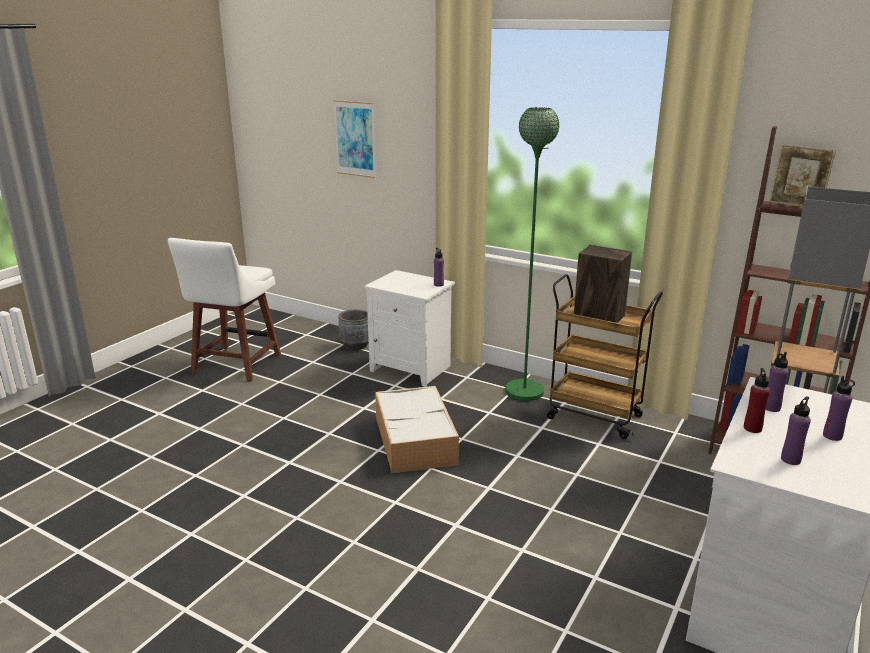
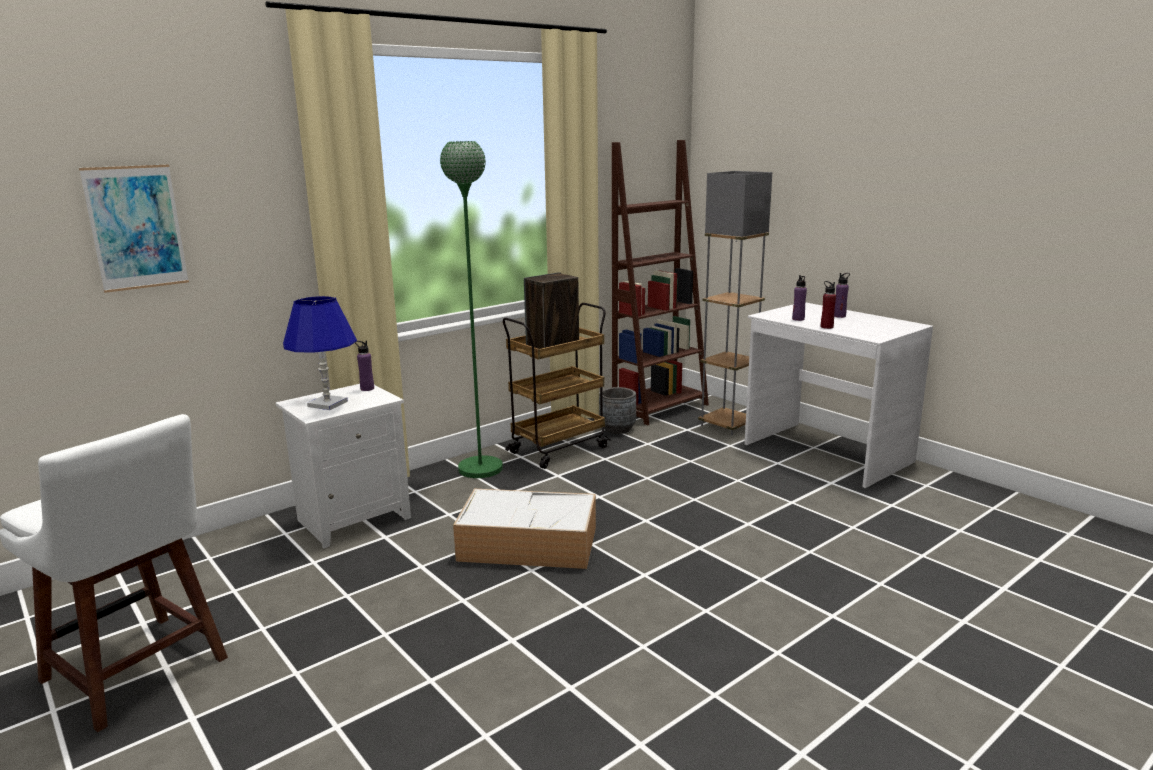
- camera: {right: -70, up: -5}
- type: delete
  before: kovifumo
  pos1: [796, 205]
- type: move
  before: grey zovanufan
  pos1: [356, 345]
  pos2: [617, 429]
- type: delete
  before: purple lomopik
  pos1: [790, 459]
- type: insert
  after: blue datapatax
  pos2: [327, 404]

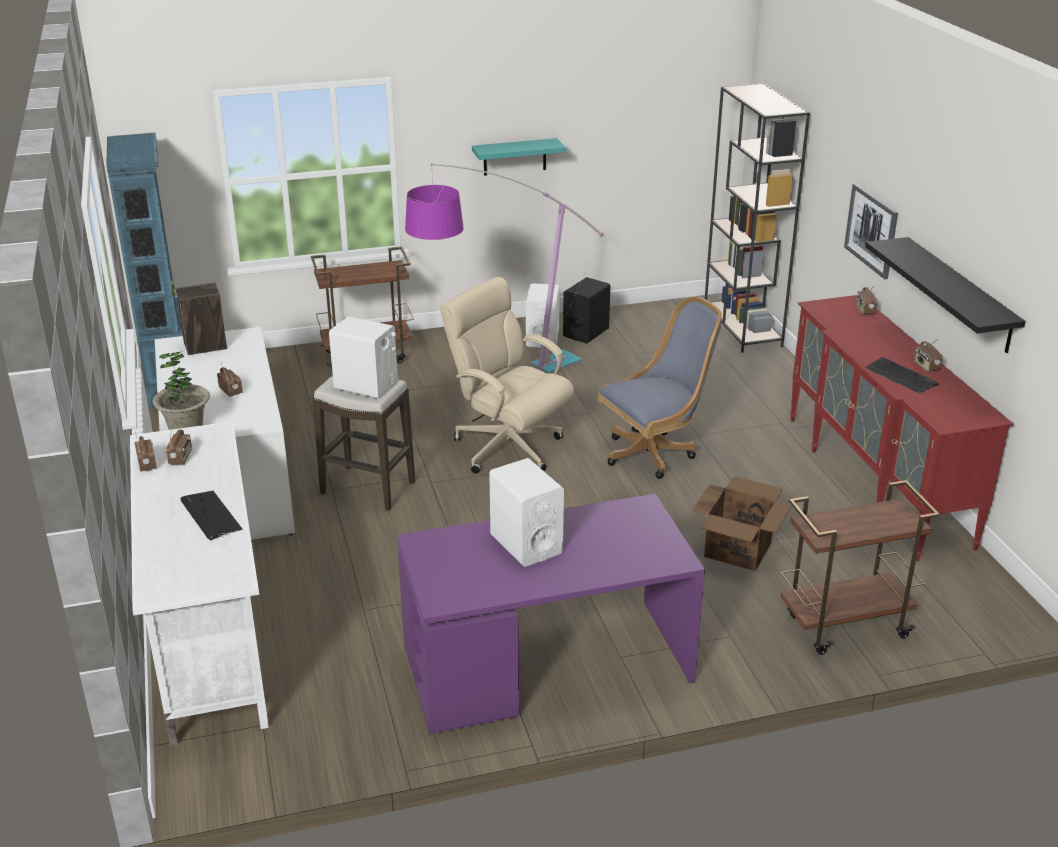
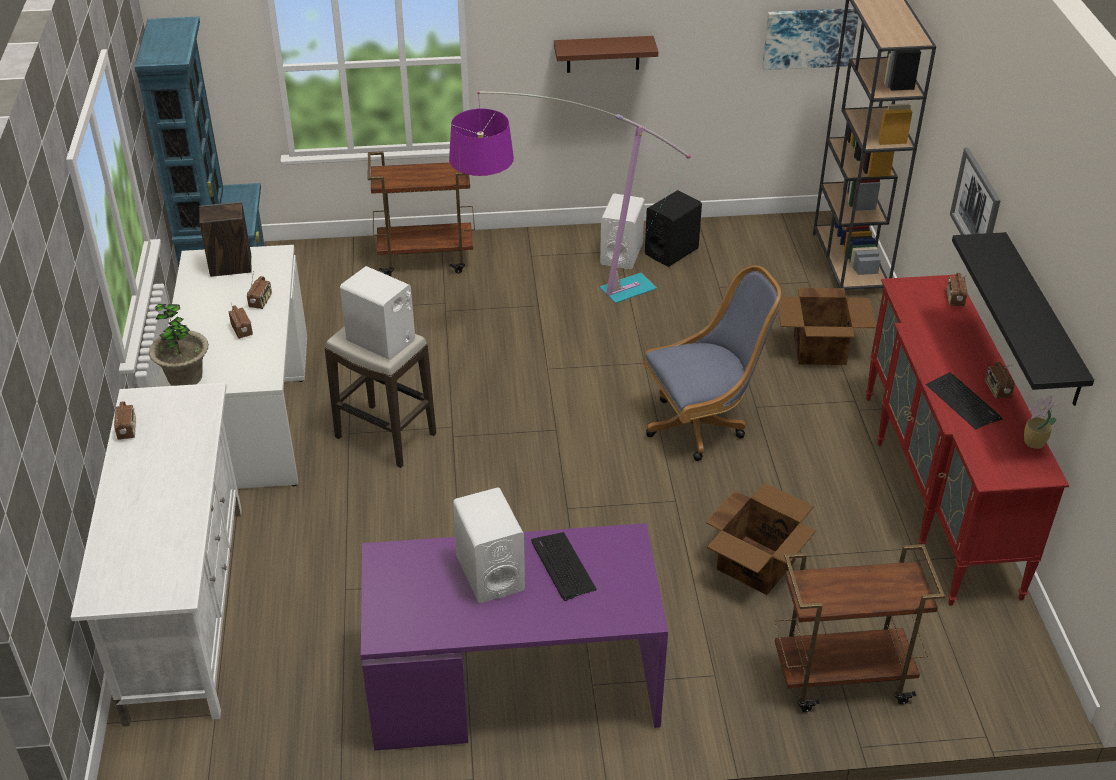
- camera: {right: 10, up: 10}
- type: recolor
  before: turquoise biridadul
  after: brown biridadul
  pos1: [514, 157]
  pos2: [603, 54]
- type: delete
  before: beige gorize
  pos1: [508, 448]
- type: move
  before: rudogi
  pos1: [181, 458]
  pos2: [261, 302]
- type: move
  before: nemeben
  pos1: [210, 515]
  pos2: [562, 566]
- type: insert
  after: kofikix
  pos2: [809, 37]
- type: insert
  after: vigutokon
  pos2: [820, 349]
- type: insert
  after: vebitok
  pos2: [1033, 443]

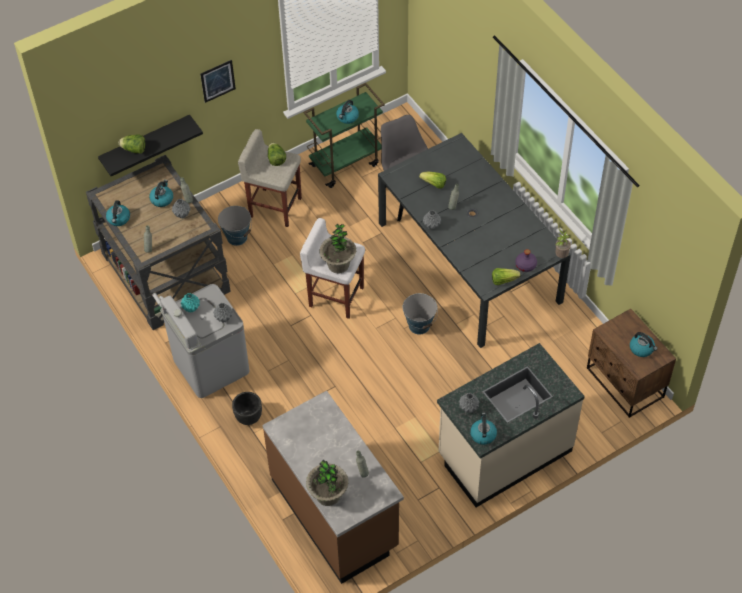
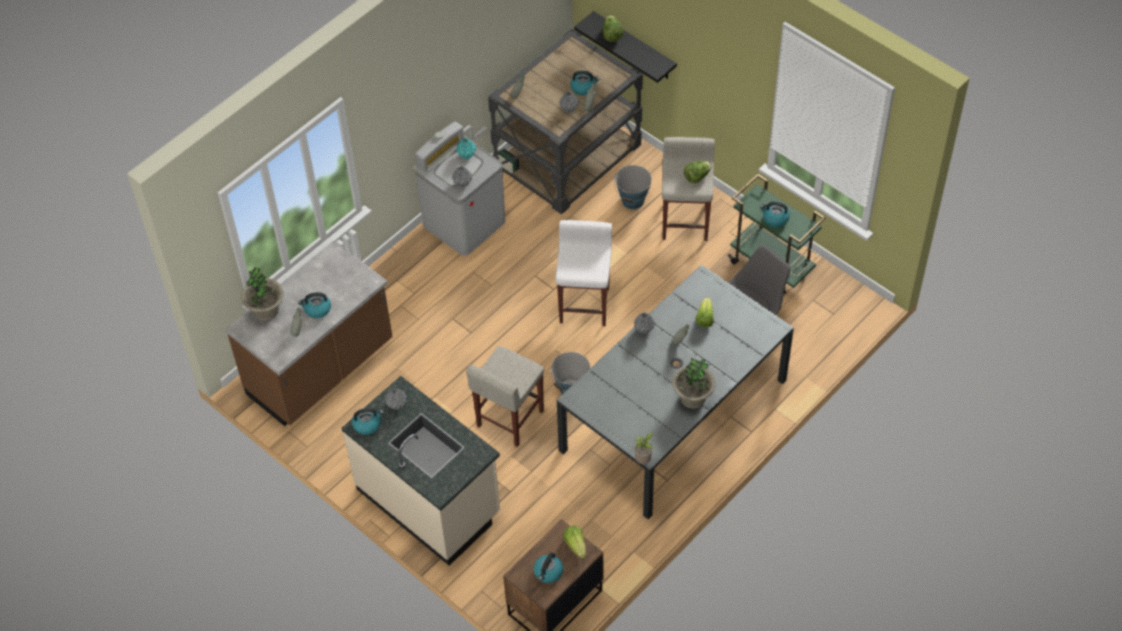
- camera: {right: 75, up: 0}
- type: delete
  before: kofikix
  pos1: [217, 81]
- type: move
  before: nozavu
  pos1: [119, 219]
  pos2: [317, 309]
- type: move
  before: vebitok
  pos1: [338, 265]
  pos2: [692, 398]
- type: delete
  before: purple lomopik
  pos1: [525, 265]
- type: move
  before: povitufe
  pos1: [503, 280]
  pos2: [575, 545]
- type: delete
  before: black zovanufan
  pos1: [248, 418]
- type: insert
  after: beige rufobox
  pos2: [509, 419]

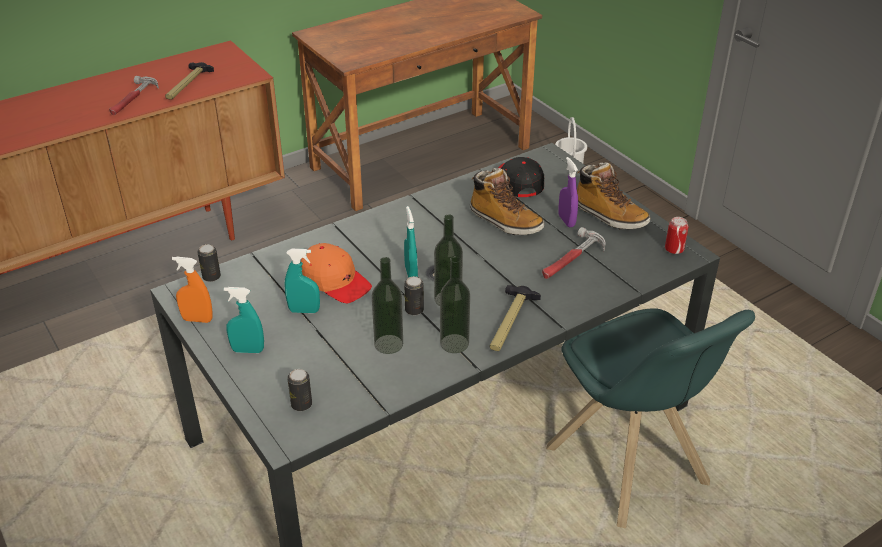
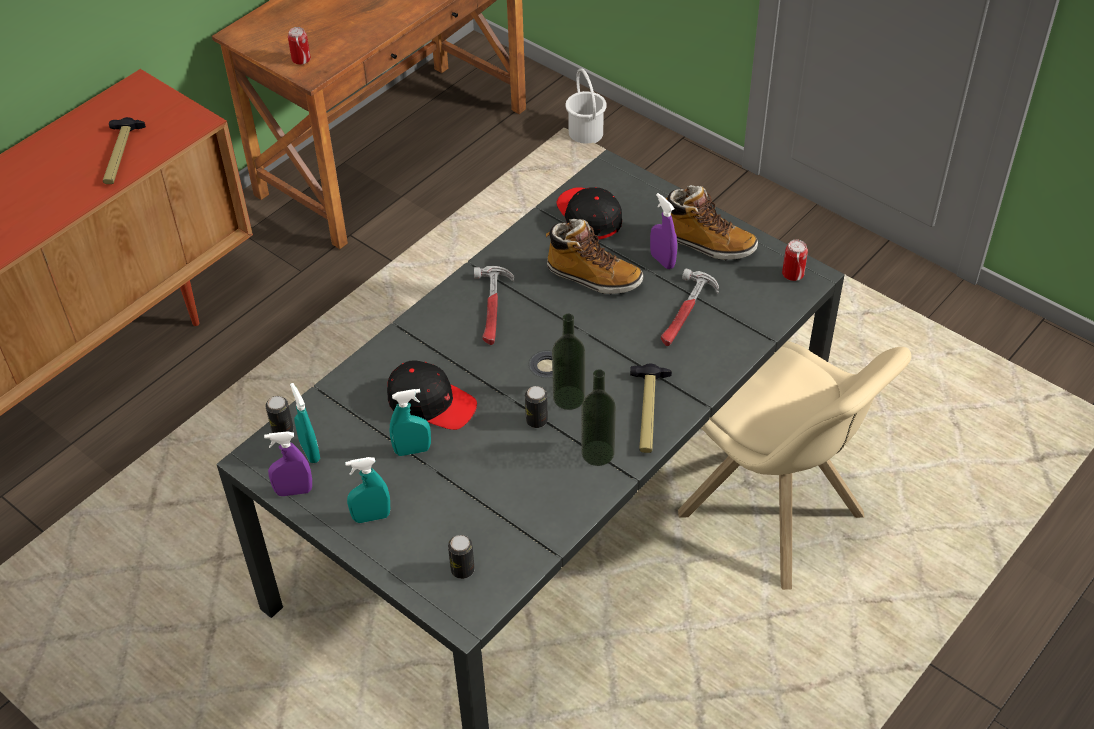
- camera: {right: -15, up: 10}
- type: move
  before: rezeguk
  pos1: [133, 99]
  pos2: [493, 308]
- type: move
  before: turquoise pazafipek
  pos1: [411, 273]
  pos2: [310, 452]
- type: recolor
  before: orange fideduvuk
  after: black fideduvuk
  pos1: [335, 281]
  pos2: [431, 403]
- type: recolor
  before: orange pazafipek
  after: purple pazafipek
  pos1: [197, 319]
  pos2: [294, 491]
- type: delete
  before: lomopik
  pos1: [388, 344]
- type: recolor
  before: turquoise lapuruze
  after: beige lapuruze
  pos1: [628, 465]
  pos2: [773, 515]
- type: insert
  after: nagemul
  pos2: [301, 60]

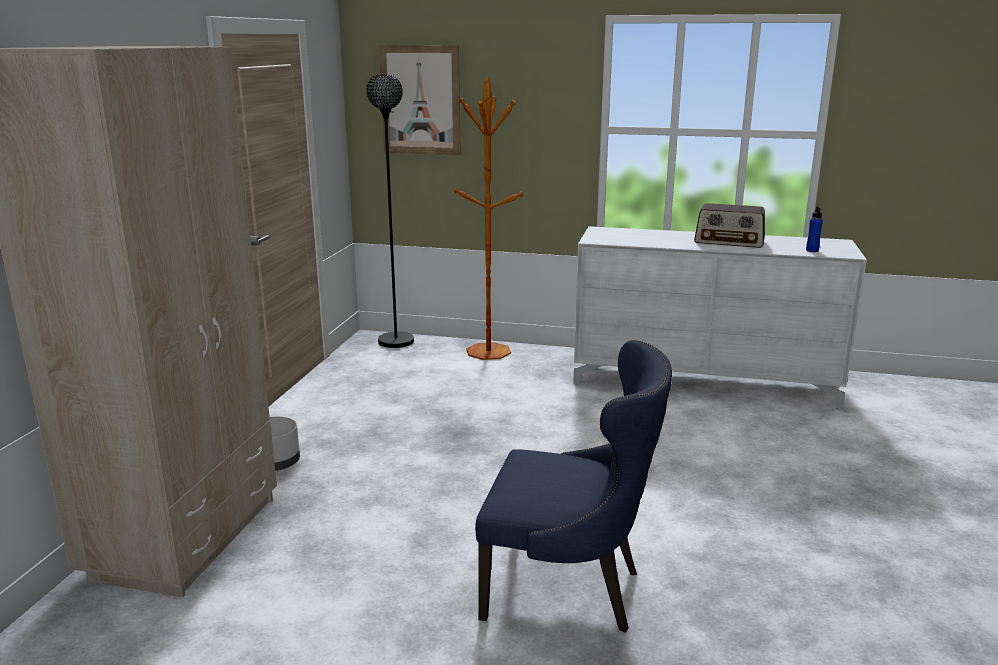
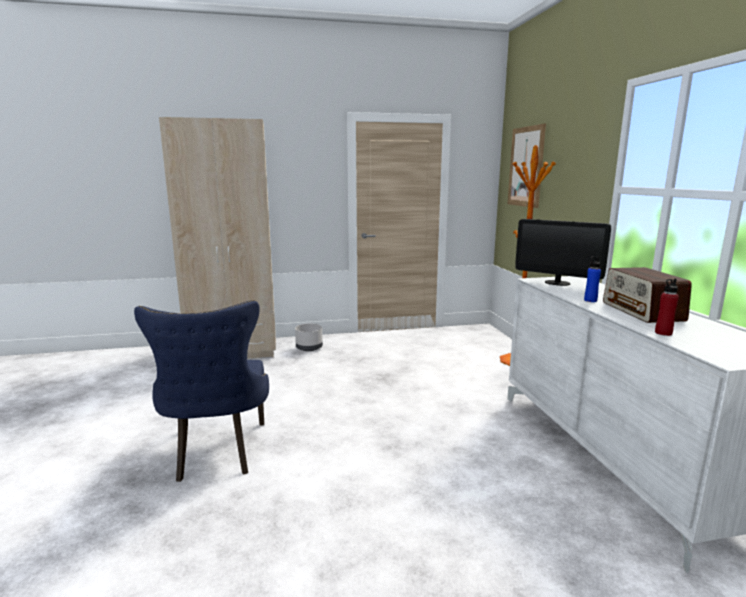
- camera: {right: 65, up: -5}
- type: delete
  before: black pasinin
  pos1: [396, 341]
- type: move
  before: blue lomopik
  pos1: [812, 250]
  pos2: [590, 300]
- type: insert
  after: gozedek
  pos2: [557, 283]
- type: insert
  after: red lomopik
  pos2: [663, 333]

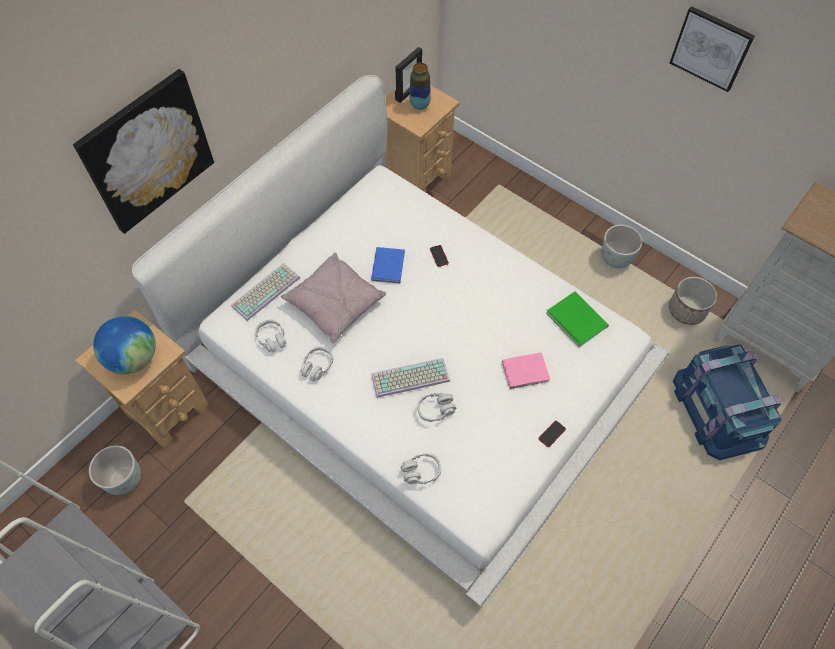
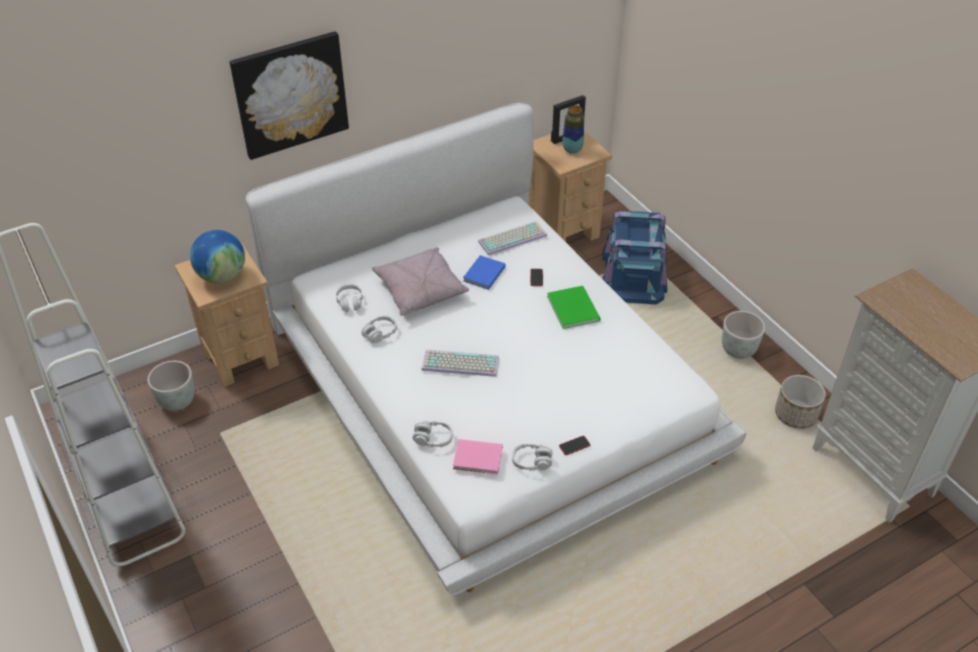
- camera: {right: 20, up: -15}
- type: delete
  before: kofikix
  pos1: [711, 48]
- type: move
  before: nemeben
  pos1: [266, 290]
  pos2: [512, 238]
- type: move
  before: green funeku
  pos1: [576, 318]
  pos2: [574, 307]
- type: move
  before: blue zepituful
  pos1: [719, 410]
  pos2: [634, 273]
- type: move
  before: pink funeku
  pos1: [526, 372]
  pos2: [479, 459]
- type: move
  before: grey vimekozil
  pos1: [436, 409]
  pos2: [532, 461]

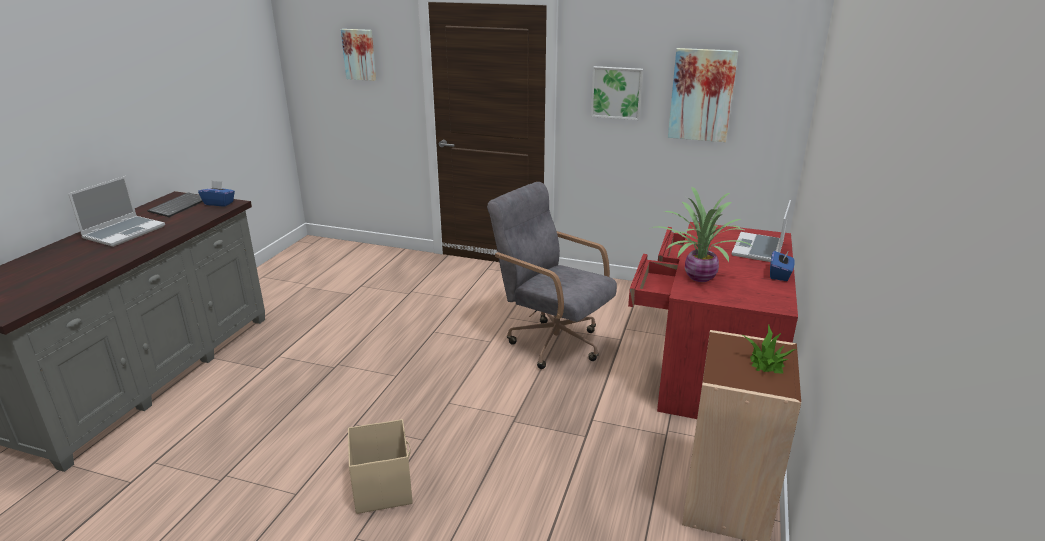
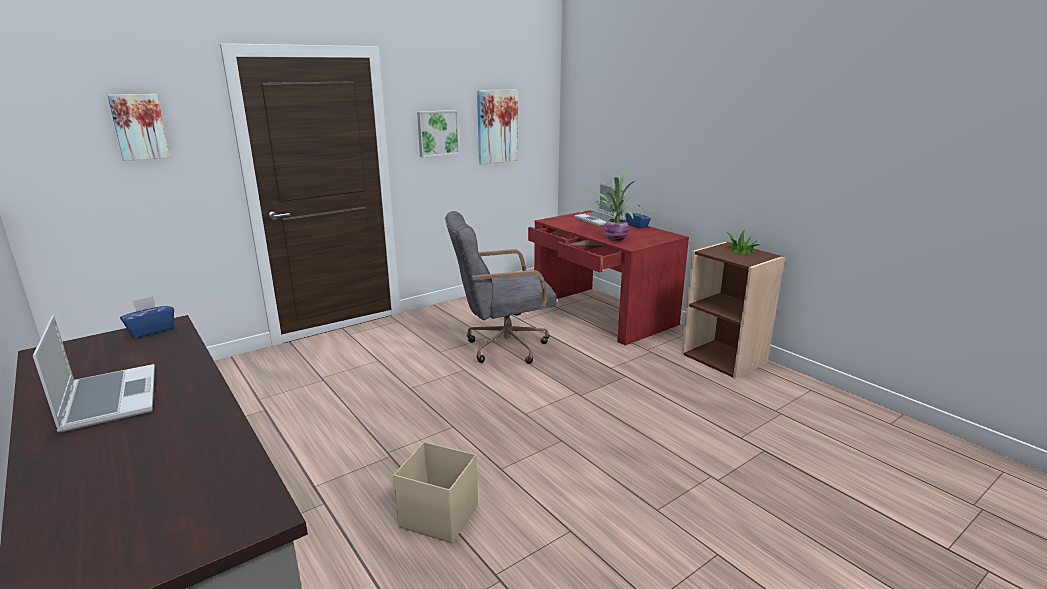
- camera: {right: -55, up: -5}
- type: delete
  before: nemeben
  pos1: [179, 206]
- type: move
  before: beige zepituful
  pos1: [383, 487]
  pos2: [438, 515]

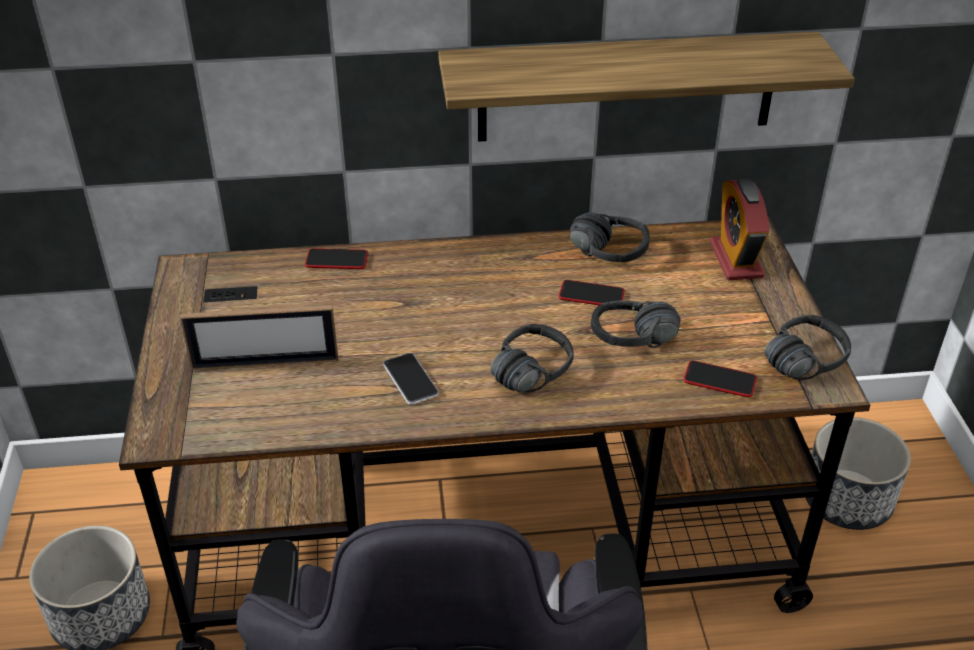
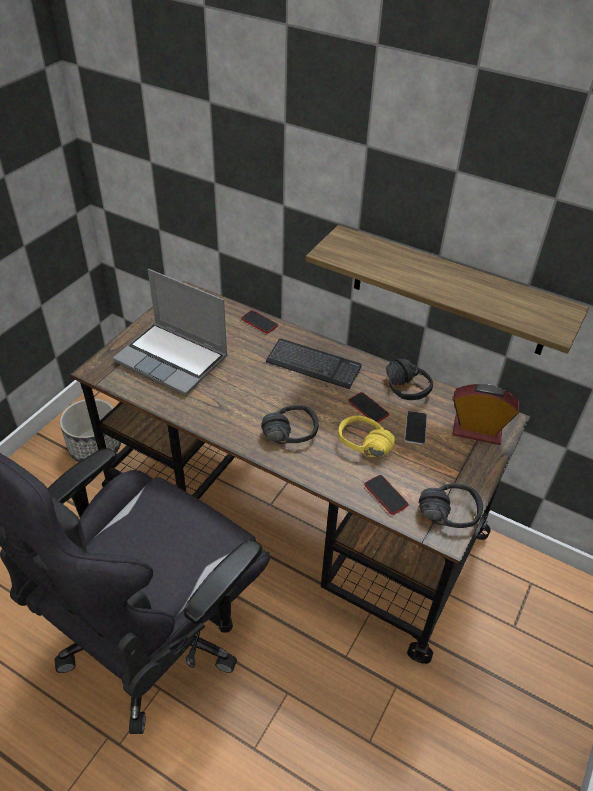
- camera: {right: 35, up: 5}
- type: rotate
  before: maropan
  pos1: [736, 259]
  pos2: [477, 431]
  turn: 75
- type: recolor
  before: black vimekozil
  after: yellow vimekozil
  pos1: [635, 346]
  pos2: [360, 449]
- type: replace
  before: kovifumo
  after: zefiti
  pos1: [265, 363]
  pos2: [173, 359]
- type: move
  before: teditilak
  pos1: [410, 379]
  pos2: [415, 428]
- type: delete
  before: zovanufan
  pos1: [847, 500]
- type: insert
  after: nemeben
  pos2: [313, 365]

